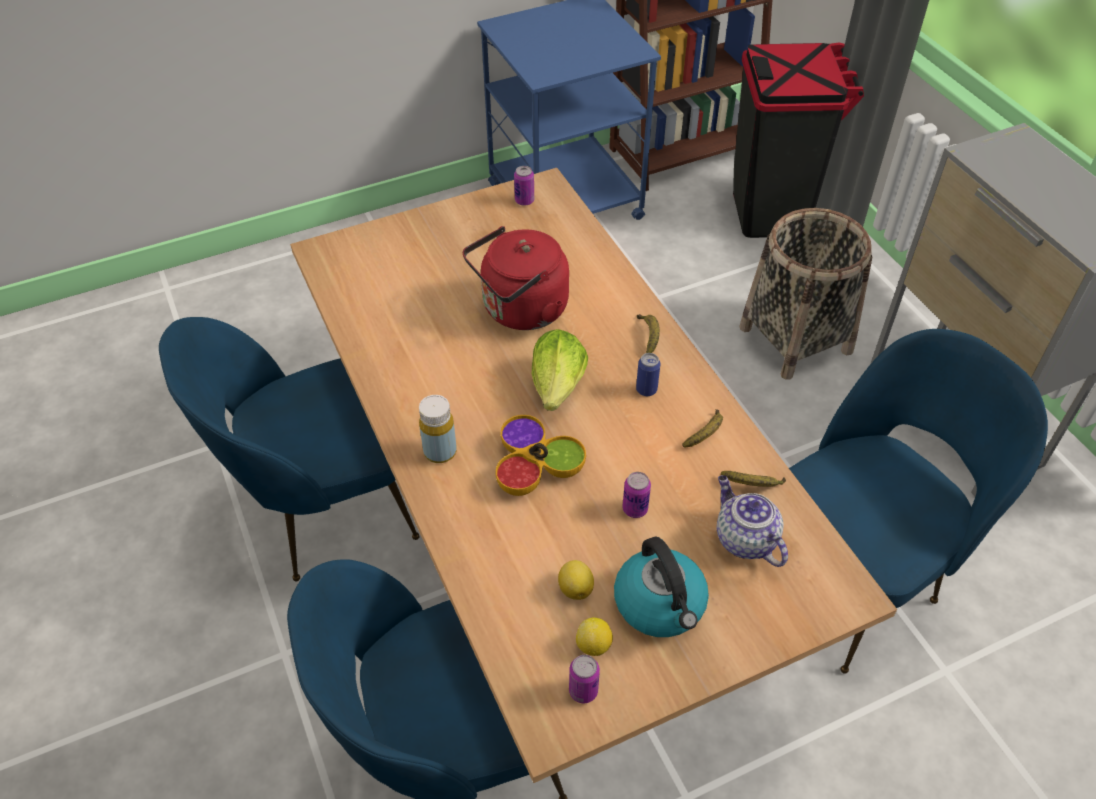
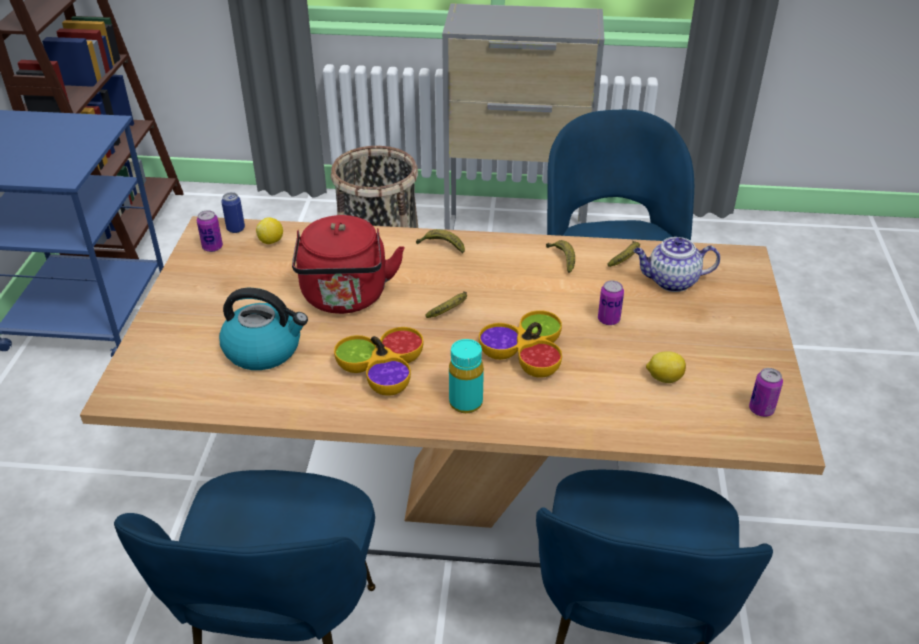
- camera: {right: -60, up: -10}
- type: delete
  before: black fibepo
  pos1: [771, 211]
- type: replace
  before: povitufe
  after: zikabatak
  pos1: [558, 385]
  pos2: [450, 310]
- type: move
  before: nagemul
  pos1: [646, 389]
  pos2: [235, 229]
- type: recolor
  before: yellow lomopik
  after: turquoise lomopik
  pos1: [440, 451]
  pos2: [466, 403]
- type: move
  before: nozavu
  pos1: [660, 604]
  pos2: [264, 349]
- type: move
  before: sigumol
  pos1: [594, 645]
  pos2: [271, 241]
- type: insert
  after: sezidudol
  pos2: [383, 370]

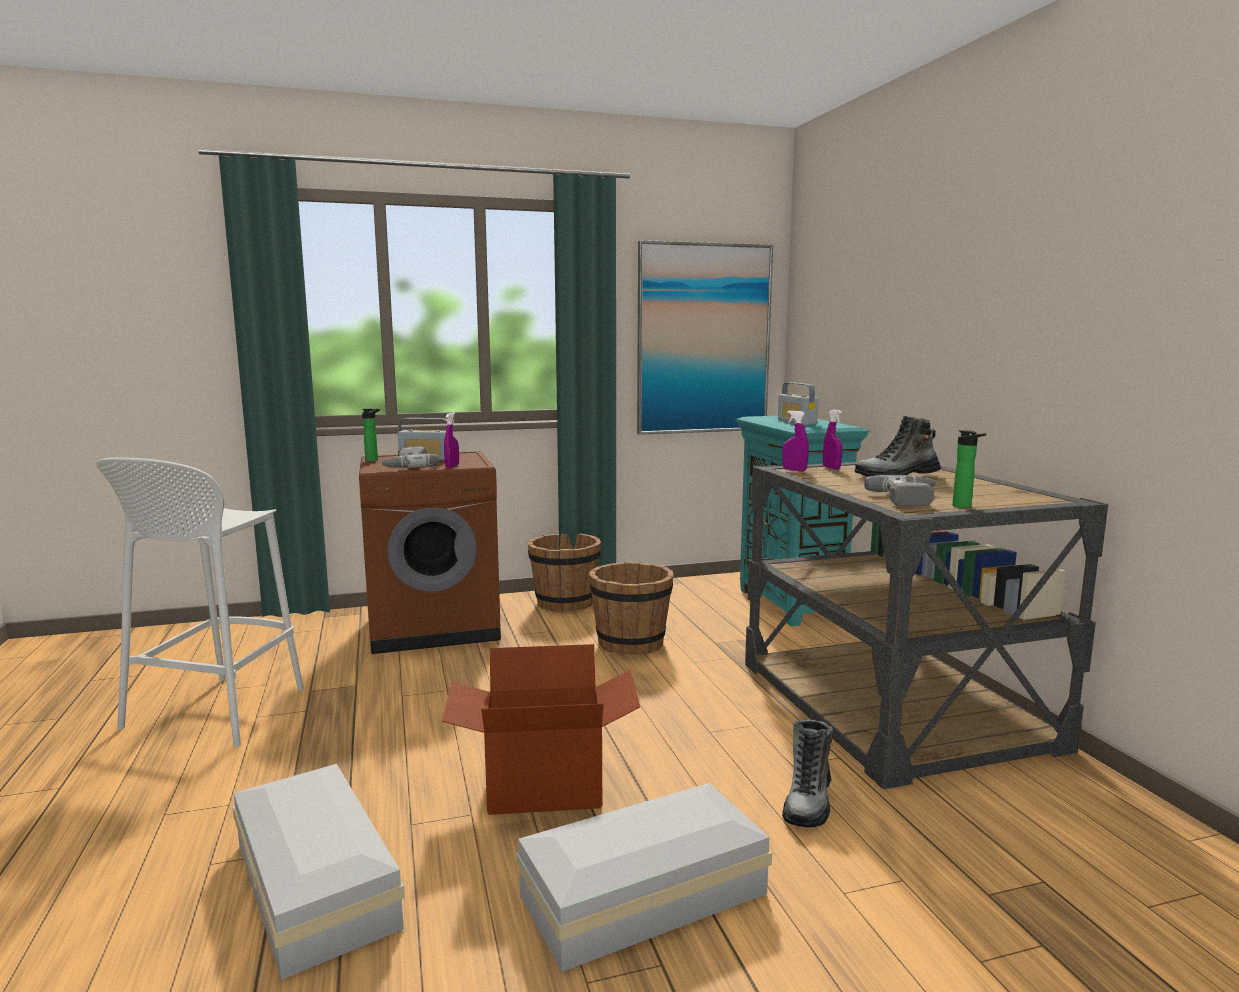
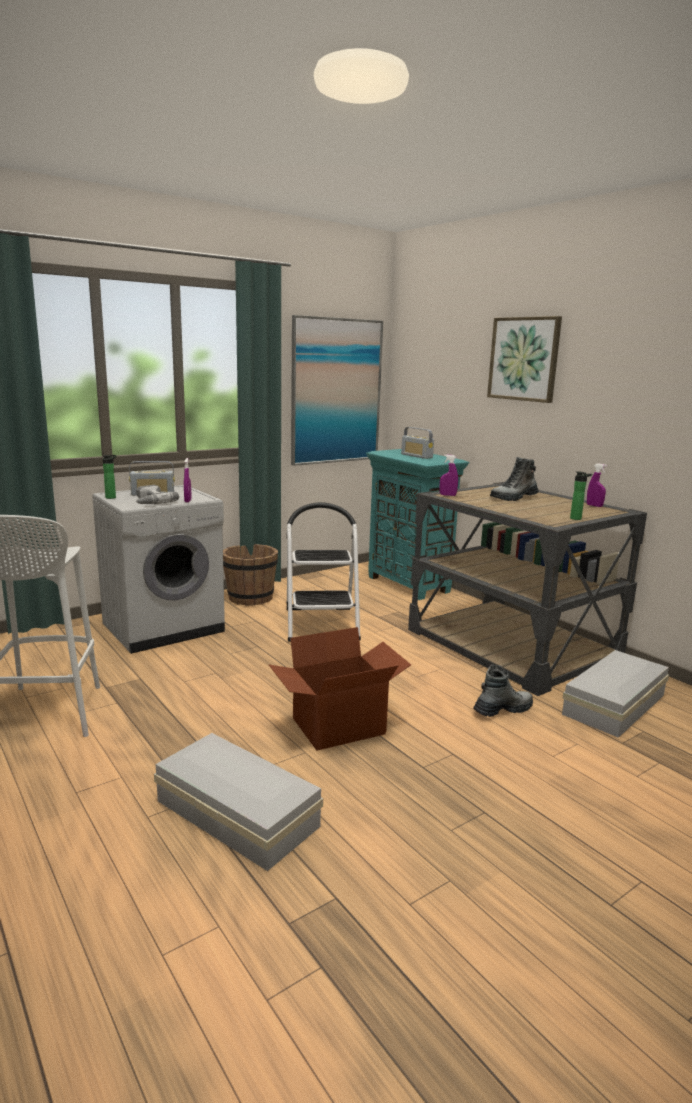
- camera: {right: -20, up: 5}
- type: move
  before: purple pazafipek
  pos1: [831, 468]
  pos2: [594, 506]
- type: recolor
  before: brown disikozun
  after: white disikozun
  pos1: [434, 629]
  pos2: [165, 628]
- type: delete
  before: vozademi
  pos1: [911, 498]
- type: replace
  before: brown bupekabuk
  after: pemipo
  pos1: [631, 643]
  pos2: [321, 623]
- type: rotate
  before: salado
  pos1: [808, 802]
  pos2: [502, 710]
  turn: -120
- type: move
  before: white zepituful
  pos1: [638, 894]
  pos2: [612, 705]
- type: insert
  after: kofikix
  pos2: [524, 359]

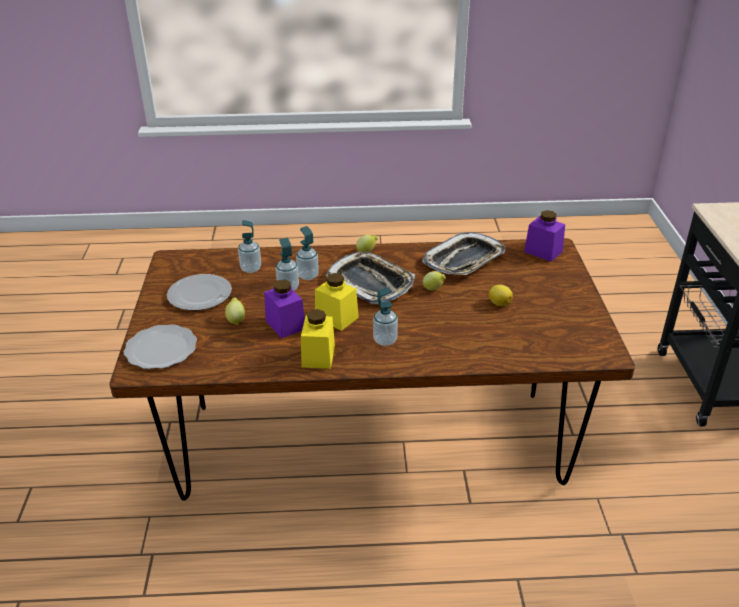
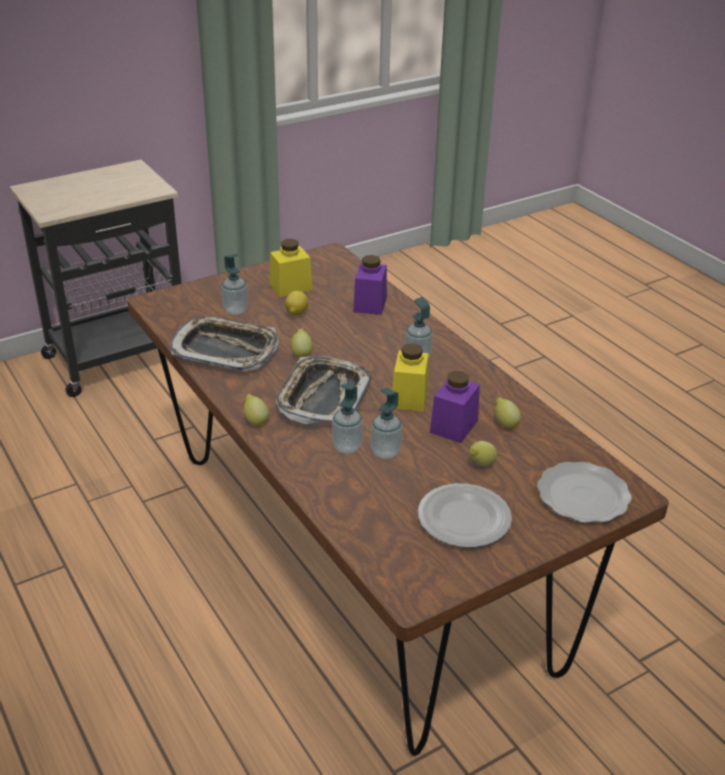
- camera: {right: -120, up: 0}
- type: move
  before: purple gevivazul
  pos1: [543, 251]
  pos2: [370, 304]
- type: move
  before: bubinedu
  pos1: [251, 269]
  pos2: [235, 310]
- type: move
  before: yellow gevivazul
  pos1: [318, 356]
  pos2: [291, 287]
- type: insert
  after: sigumol
  pos2: [505, 424]

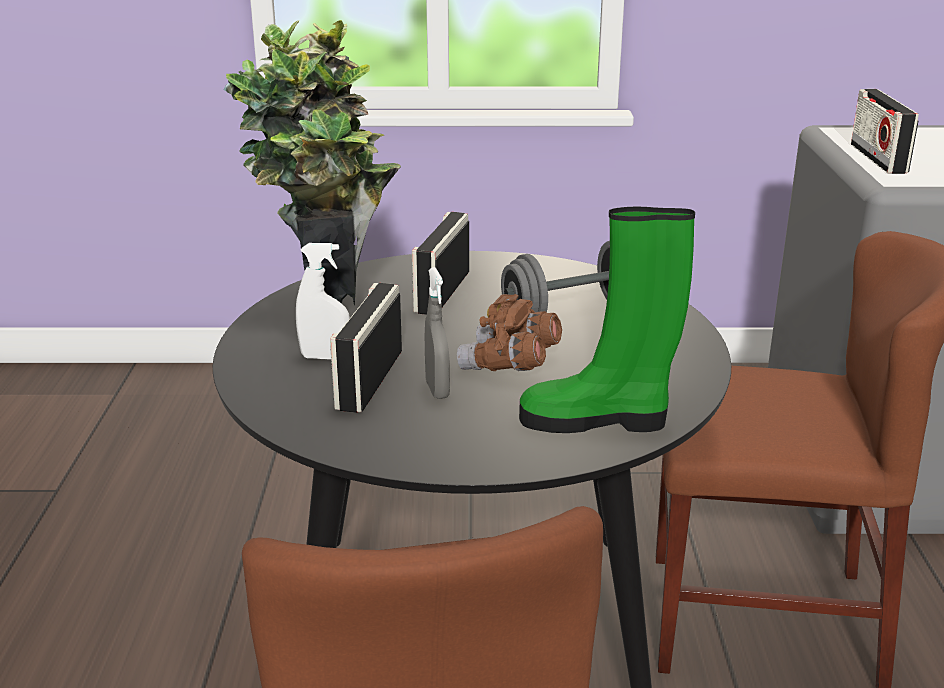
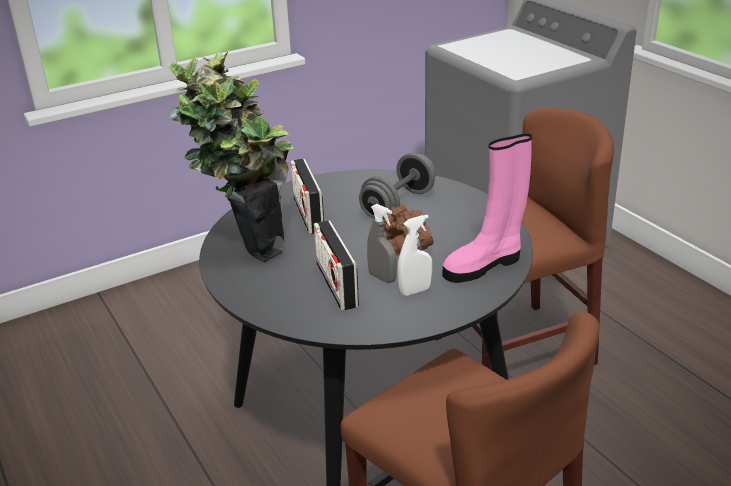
- camera: {right: -30, up: 5}
- type: delete
  before: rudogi
  pos1: [878, 158]
- type: recolor
  before: green salado
  after: pink salado
  pos1: [597, 420]
  pos2: [484, 265]
- type: move
  before: white pazafipek
  pos1: [325, 357]
  pos2: [415, 291]

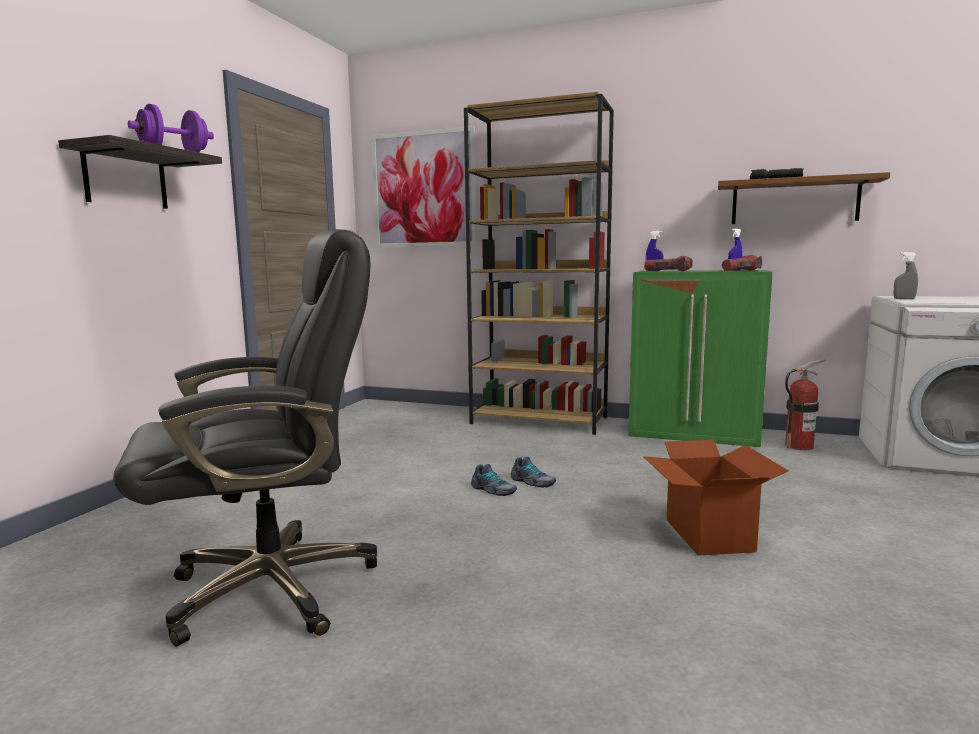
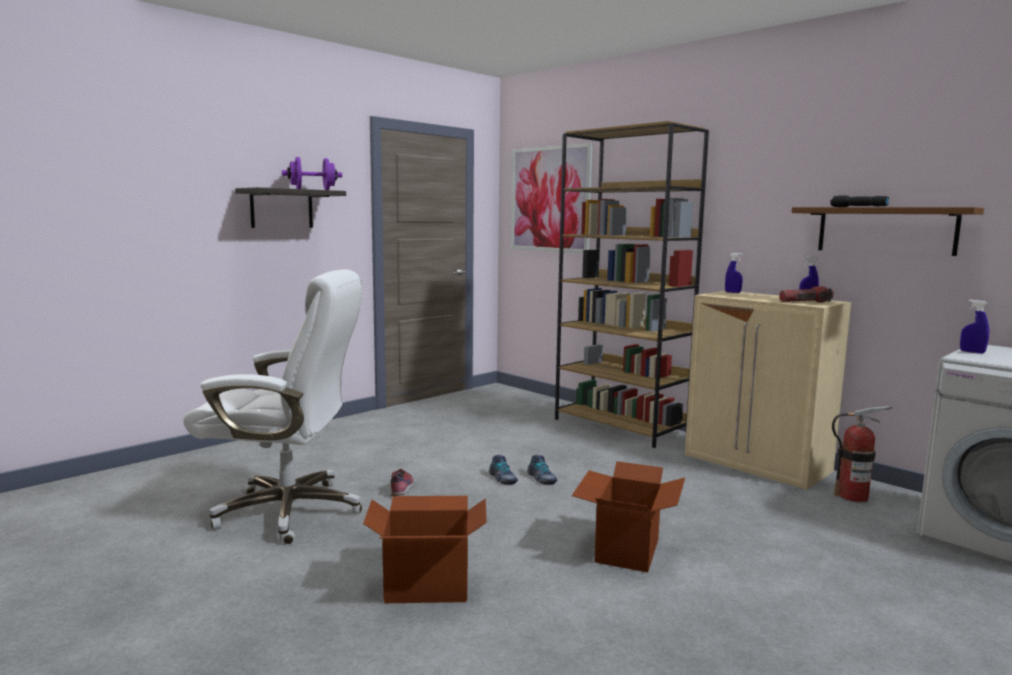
- camera: {right: 25, up: 0}
- type: recolor
  before: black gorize
  after: white gorize
  pos1: [267, 590]
  pos2: [285, 511]
- type: recolor
  before: grey pazafipek
  after: blue pazafipek
  pos1: [904, 299]
  pos2: [972, 352]
- type: delete
  before: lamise
  pos1: [668, 271]
- type: recolor
  before: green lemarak
  after: beige lemarak
  pos1: [694, 432]
  pos2: [757, 463]
- type: insert
  after: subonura
  pos2: [402, 489]
- type: insert
  after: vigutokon
  pos2: [427, 586]

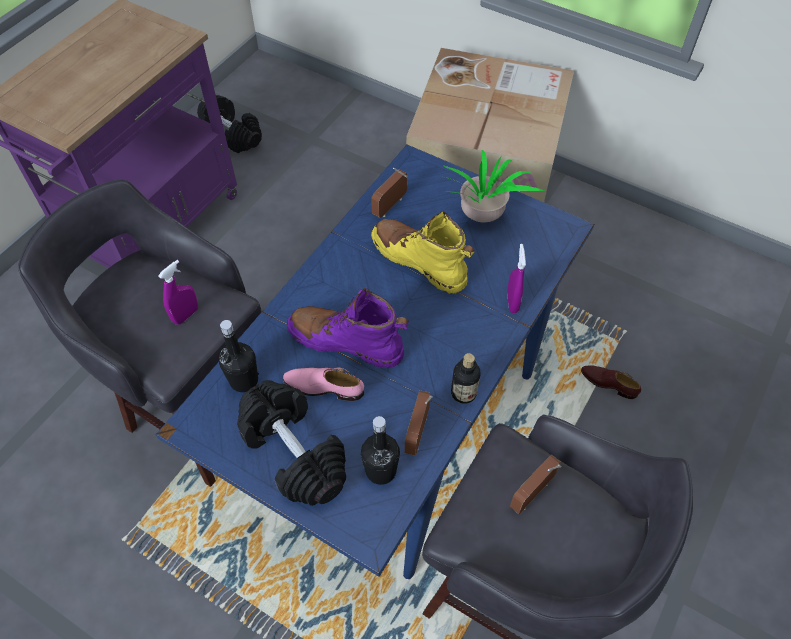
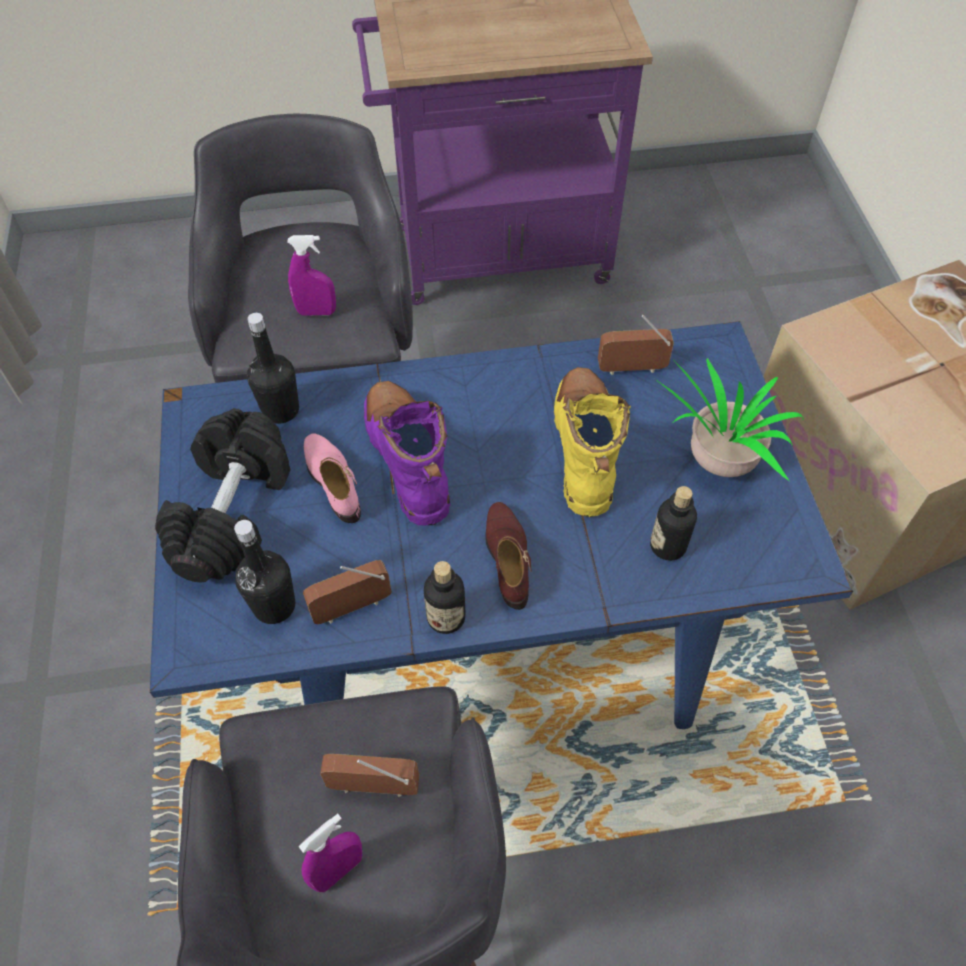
- camera: {right: 50, up: 0}
- type: delete
  before: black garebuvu
  pos1: [232, 135]
- type: move
  before: purple pazafipek
  pos1: [512, 302]
  pos2: [338, 870]
- type: move
  before: brown subonura
  pos1: [608, 383]
  pos2: [508, 558]
- type: insert
  after: lomopik
  pos2: [668, 546]

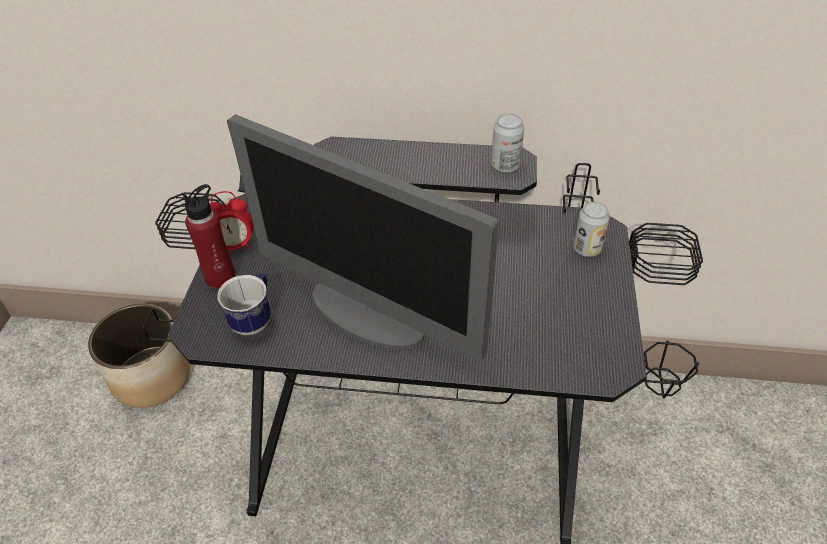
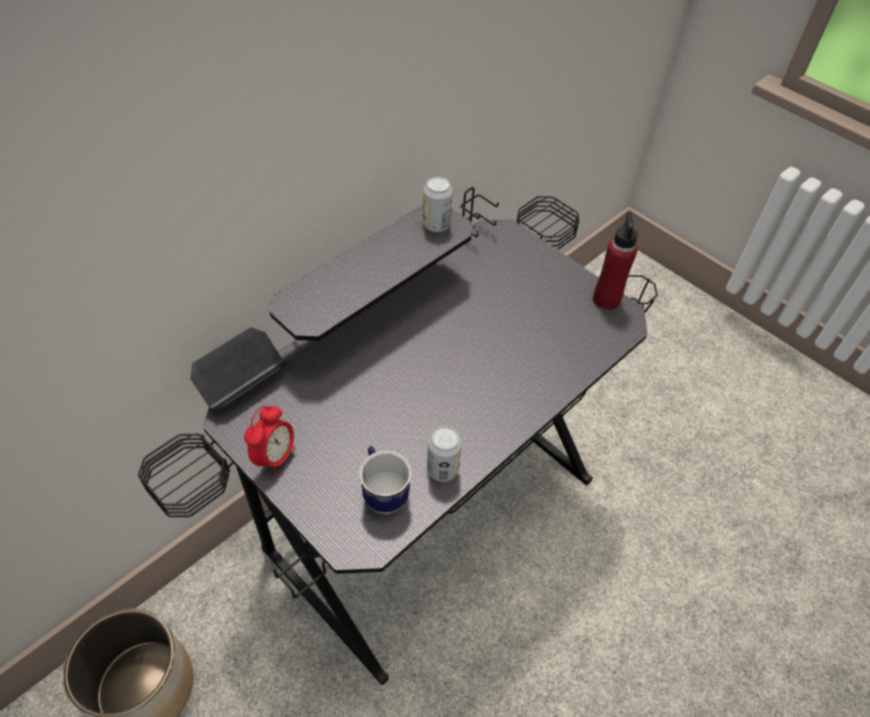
- camera: {right: -55, up: 5}
- type: delete
  before: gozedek
  pos1: [368, 315]
- type: move
  before: red lomopik
  pos1: [220, 277]
  pos2: [606, 299]
- type: move
  before: nagemul
  pos1: [586, 249]
  pos2: [442, 469]

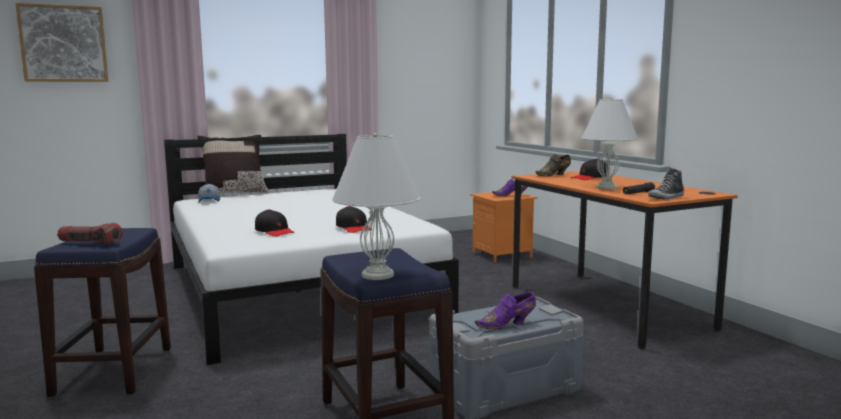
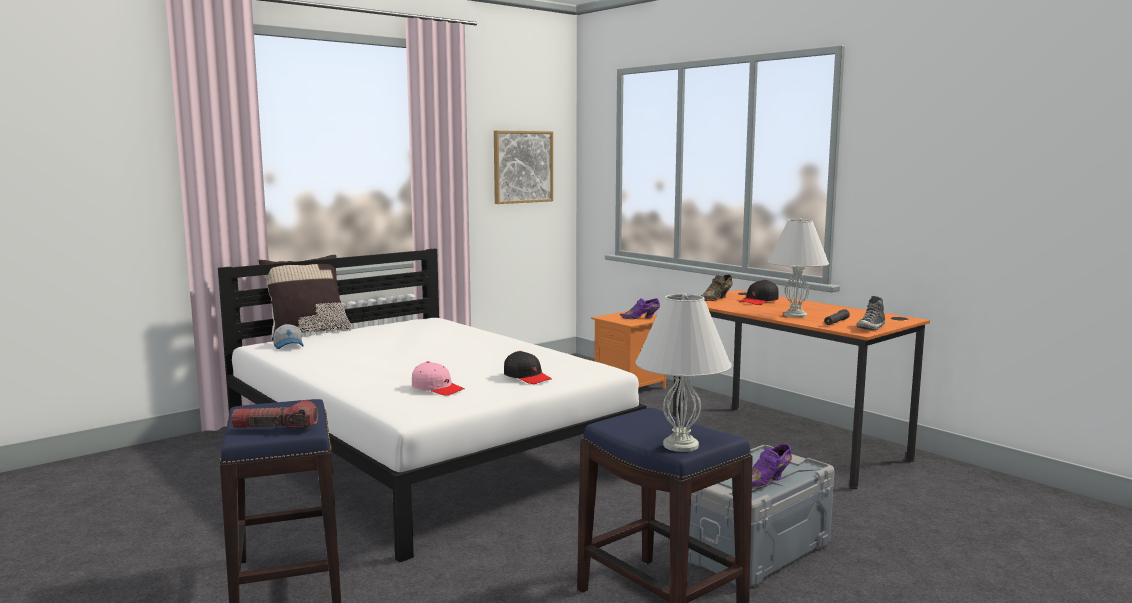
- camera: {right: -15, up: 0}
- type: move
  before: kofikix
  pos1: [63, 44]
  pos2: [522, 167]
- type: recolor
  before: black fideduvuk
  after: pink fideduvuk
  pos1: [274, 231]
  pos2: [437, 388]

